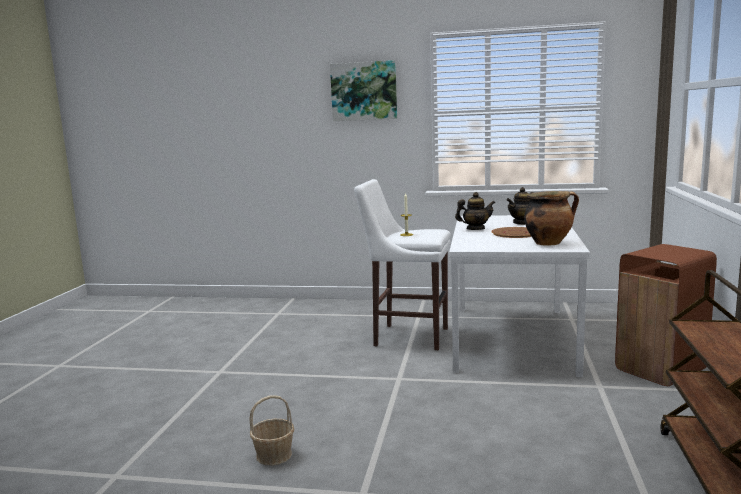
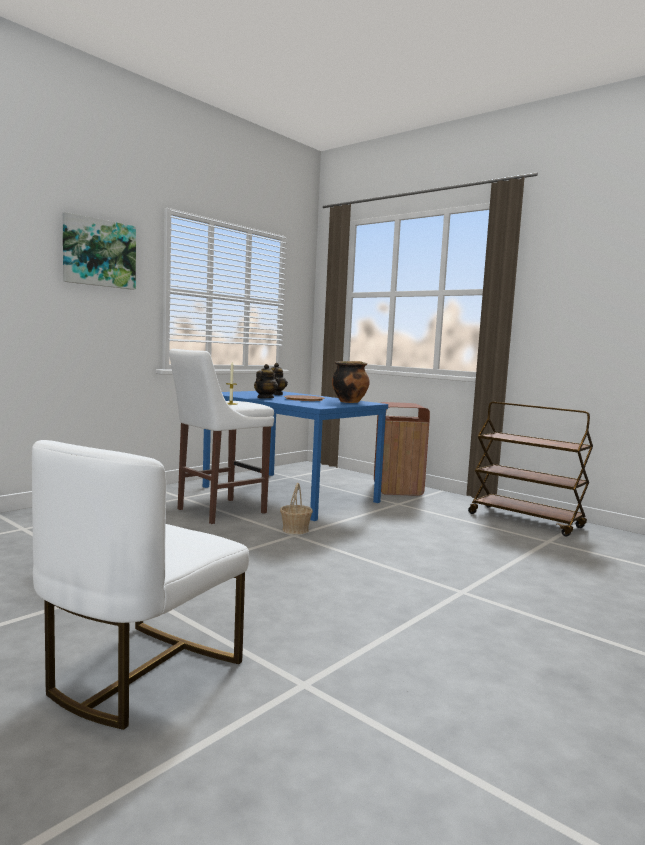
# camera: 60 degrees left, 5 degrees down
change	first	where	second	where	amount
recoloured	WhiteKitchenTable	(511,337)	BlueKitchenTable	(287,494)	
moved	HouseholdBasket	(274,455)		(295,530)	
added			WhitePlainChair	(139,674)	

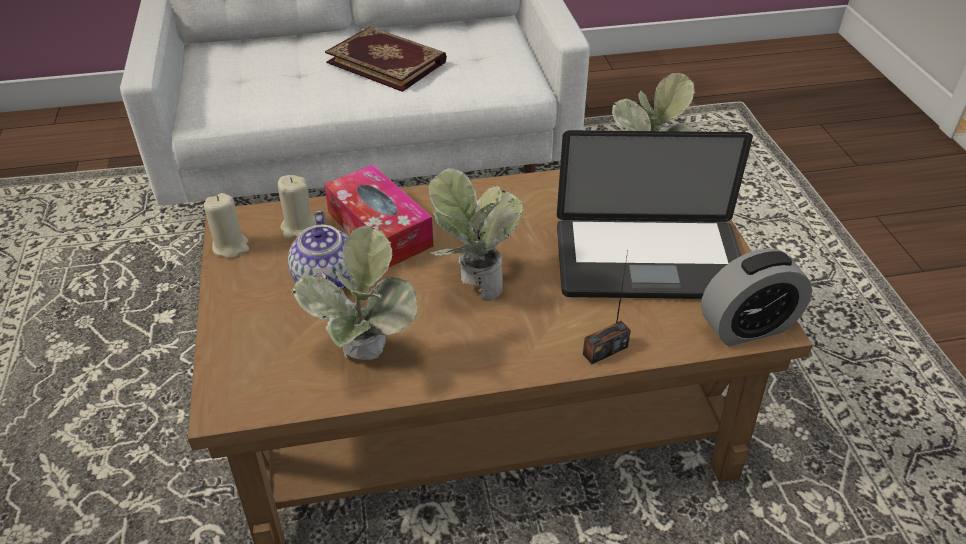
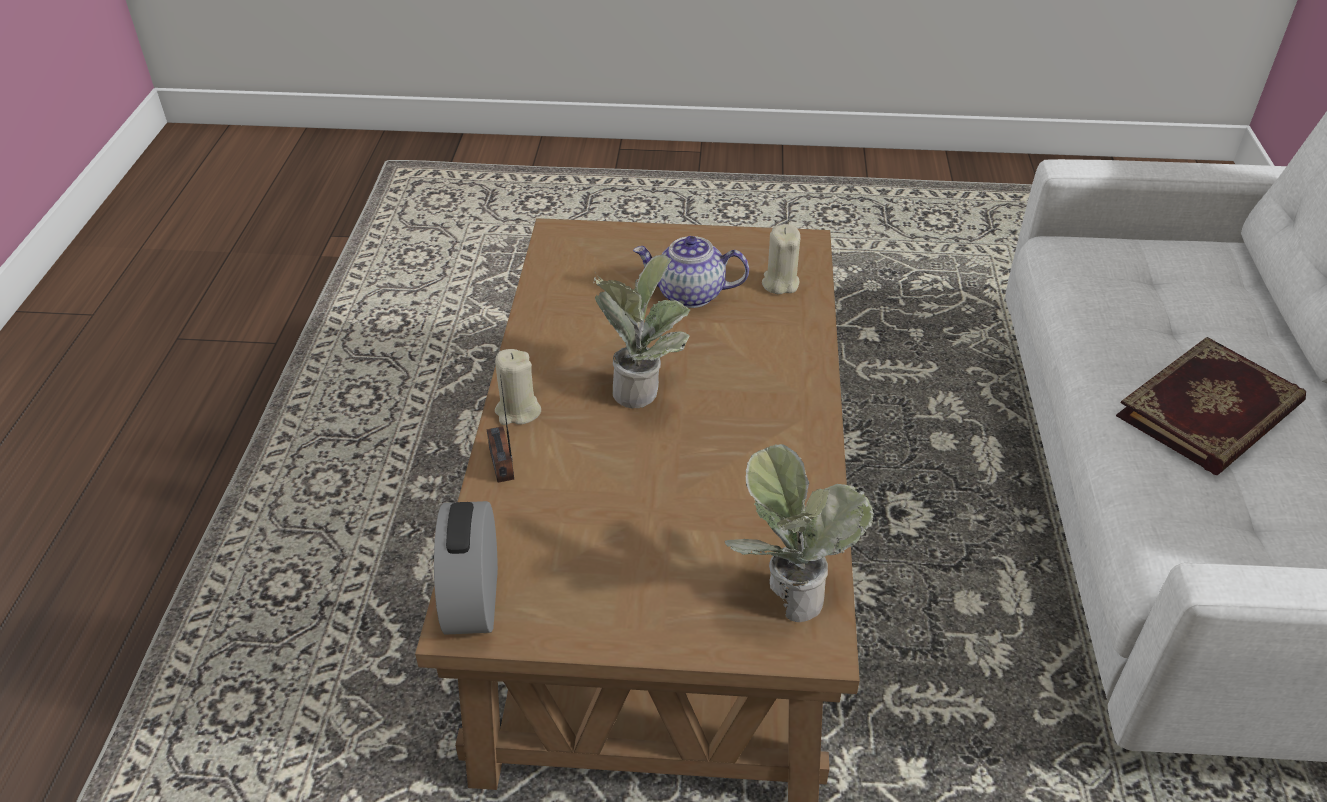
# camera: 105 degrees right, 0 degrees up
change	first	where	second	where	amount
removed	NotebookComputer	(648,261)			
removed	TissueHolder	(379,229)			
moved	SandColouredWaxLight	(231,246)		(518,411)	
removed	PlantInAPot	(365,361)			

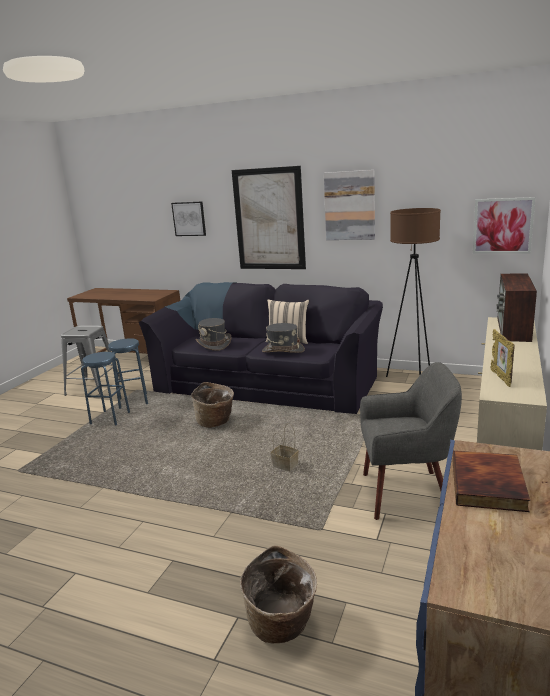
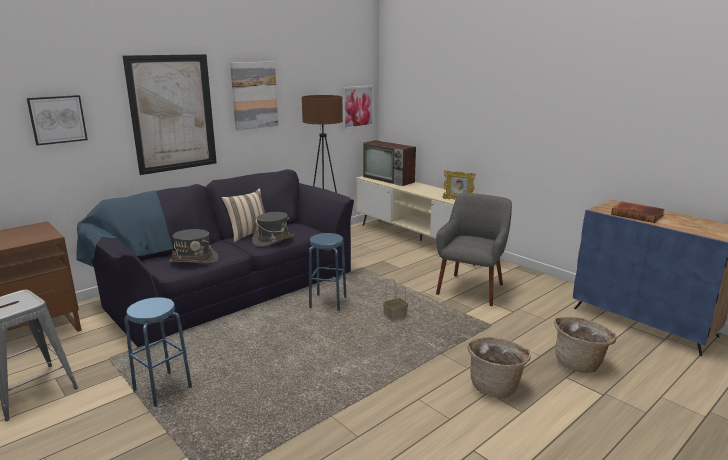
# camera: 65 degrees left, 0 degrees up
change	first	where	second	where	amount
moved	BlueSittingStool	(133,401)		(328,303)	
moved	HouseholdBasket	(215,422)		(495,386)	

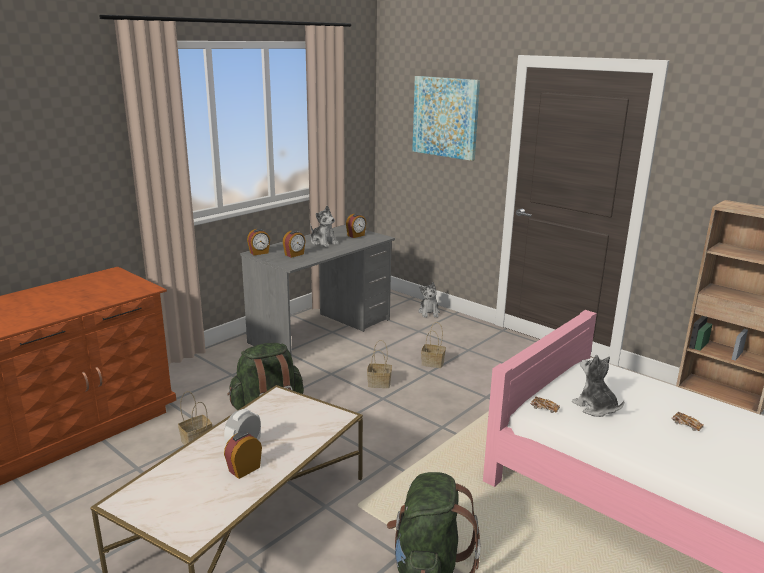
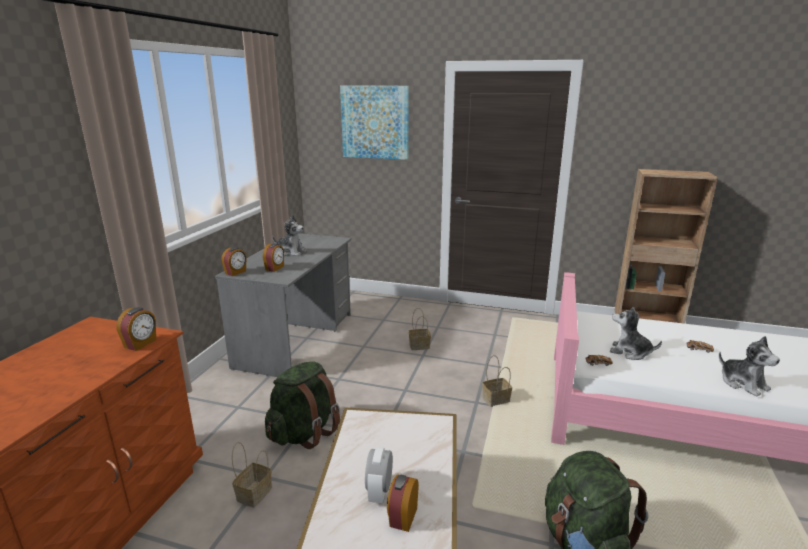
# camera: 25 degrees left, 0 degrees up
change	first	where	second	where	amount
moved	AlarmClock	(356,235)		(141,344)	
moved	SoftToy	(429,312)		(743,383)	
moved	HouseholdBasket	(378,383)		(495,400)	

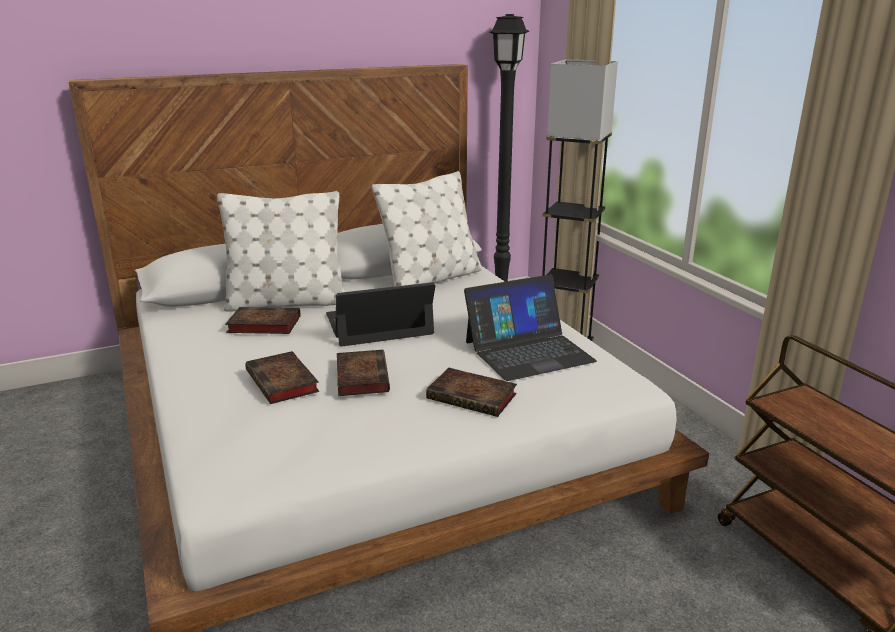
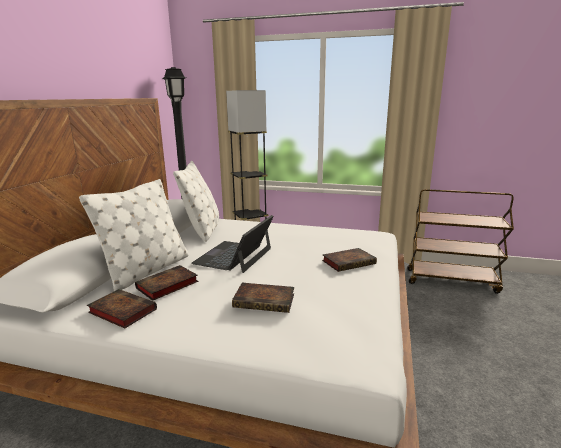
# camera: 50 degrees left, 5 degrees down
change	first	where	second	where	amount
removed	NotebookComputer	(528,351)			
moved	Book	(361,376)		(121,311)	

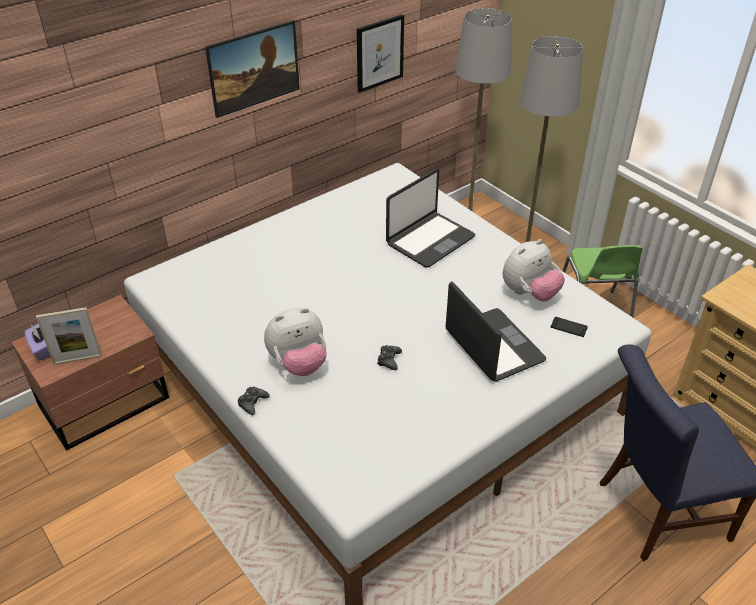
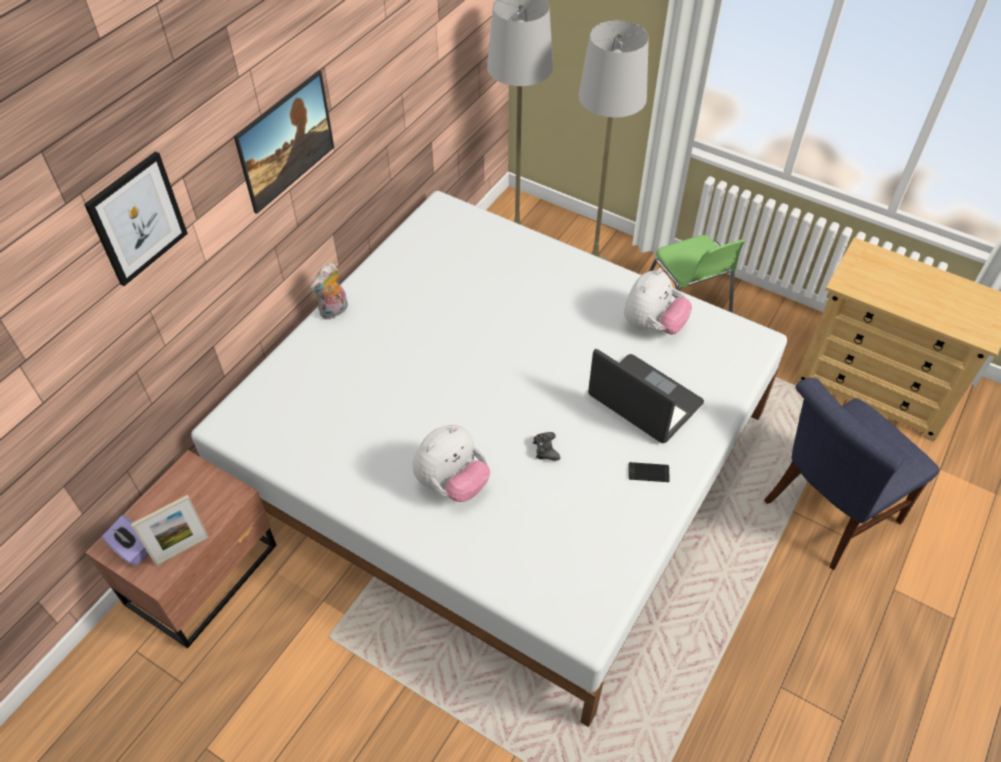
# camera: 20 degrees left, 10 degrees up
change	first	where	second	where	amount
moved	Picture	(379,53)		(137,219)	
removed	NotebookComputer	(429,240)			
moved	Phone	(569,327)		(648,472)	
removed	BlackGamepad	(252,403)			
added			SoftToy	(334,311)	

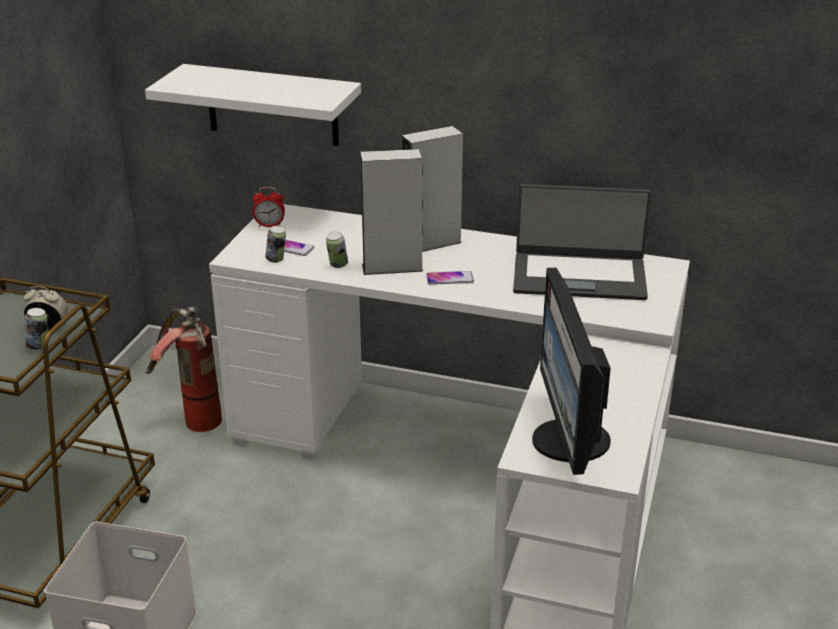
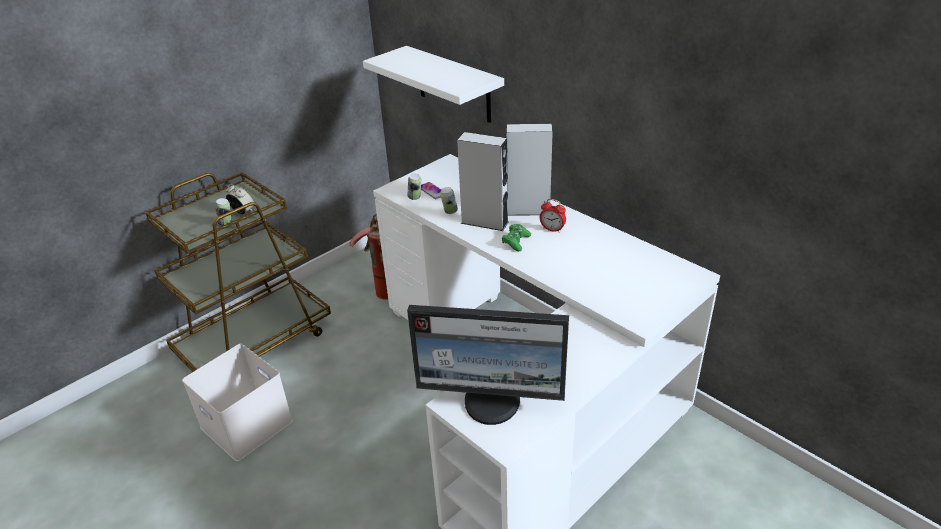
# camera: 30 degrees right, 5 degrees up
change	first	where	second	where	amount
removed	NotebookComputer	(579,276)			
moved	AlarmClock	(269,225)		(552,229)	
turned	ComputerDisplay	(568,442)		(493,402)	105 degrees counterclockwise
replaced	Phone	(449,279)	GreenColouredGamepad	(516,242)	

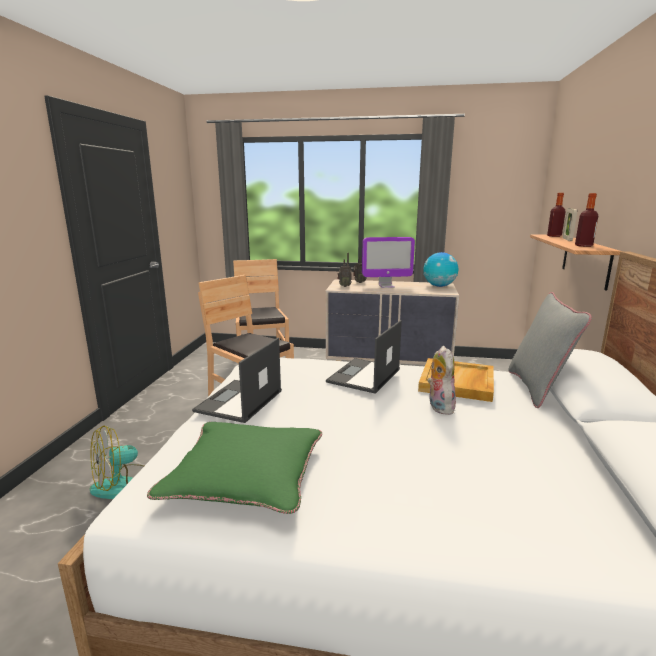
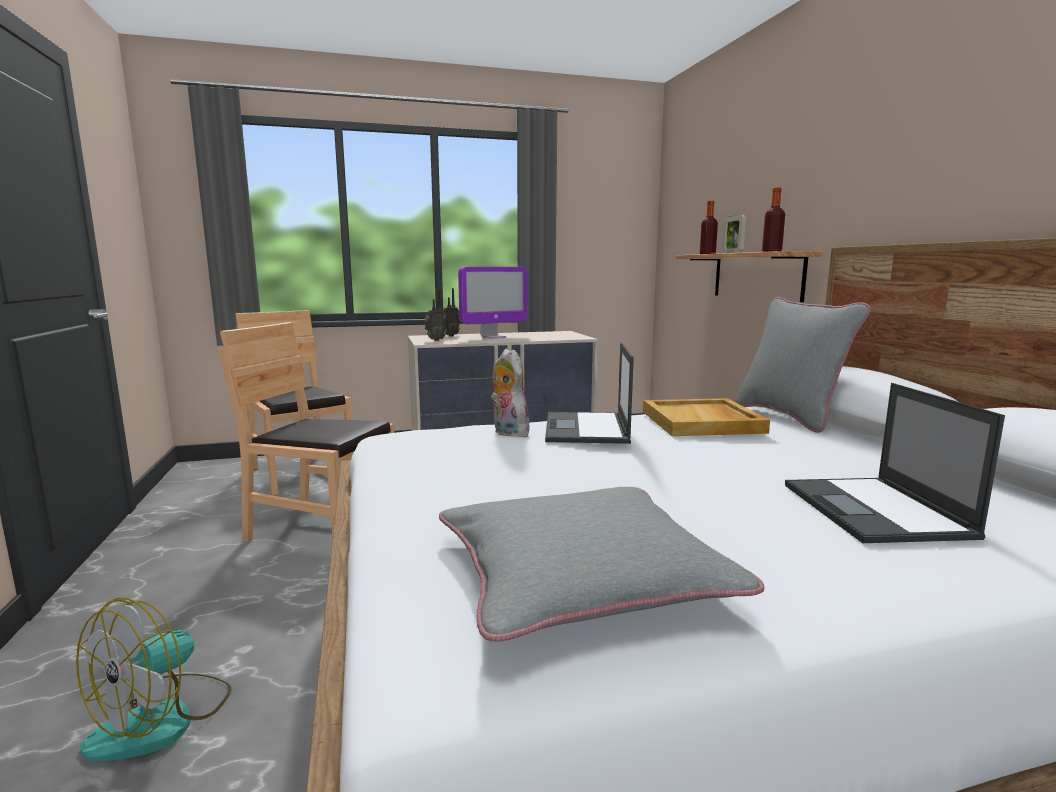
# camera: 25 degrees left, 5 degrees down
change	first	where	second	where	amount
removed	Globe	(439,286)			
moved	NotebookComputer	(239,401)		(876,510)	
moved	SoftToy	(438,406)		(507,433)	
recoloured	GreenColouredThrowPillow	(245,475)	GreyishThrowPillow	(581,574)	

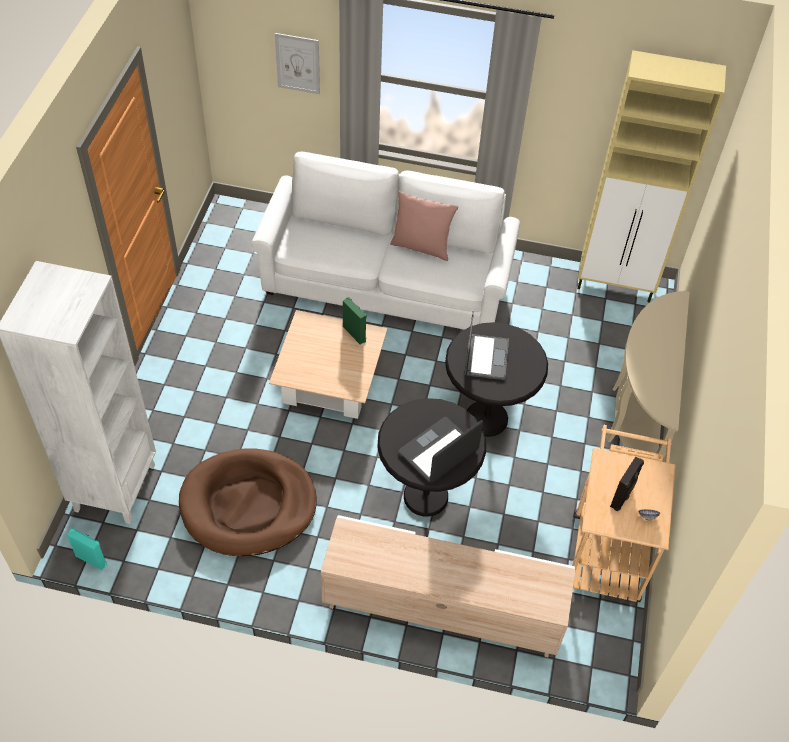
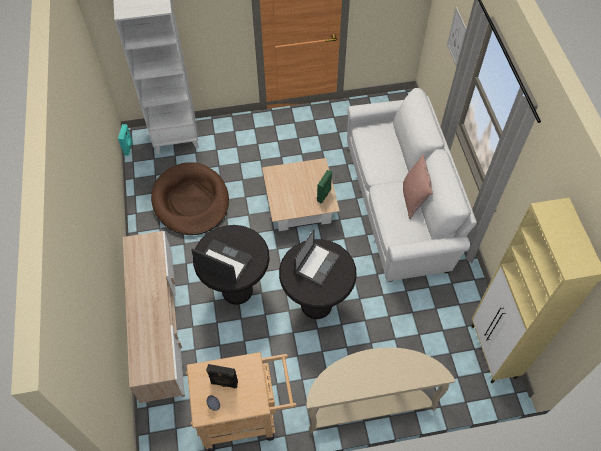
# camera: 70 degrees right, 5 degrees up
change	first	where	second	where	amount
turned	NotebookComputer	(486,356)		(317,263)	45 degrees counterclockwise

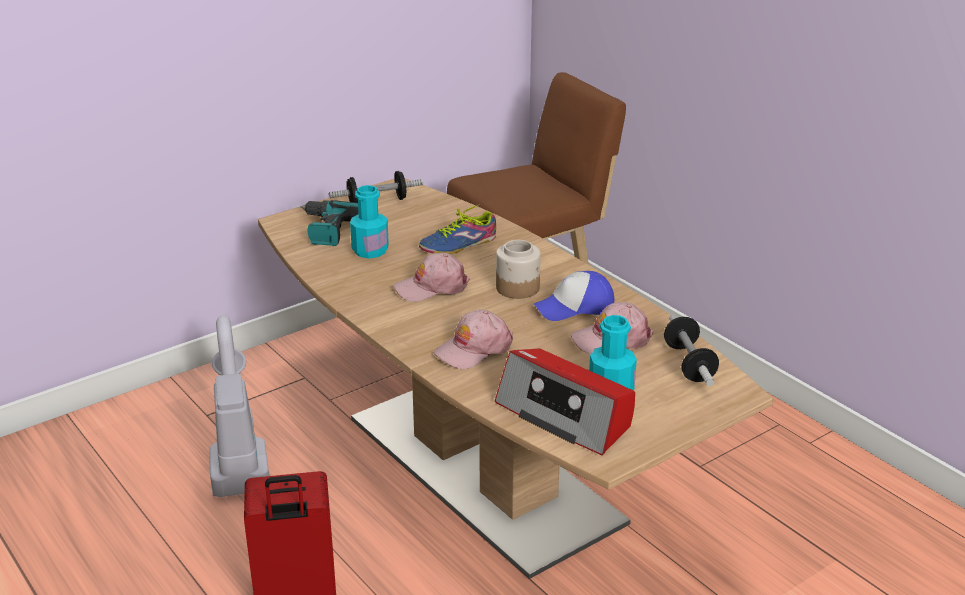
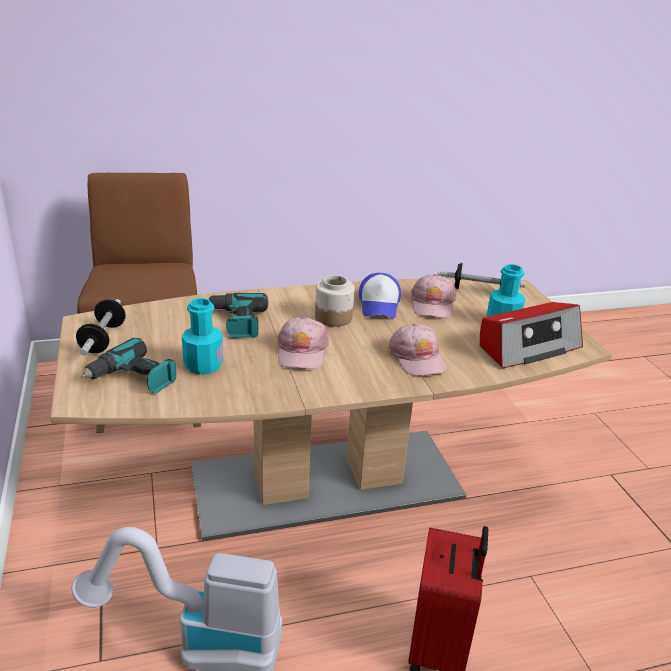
# camera: 70 degrees left, 0 degrees up
change	first	where	second	where	amount
replaced	ItemOfFootwear	(459,245)	PowerDrill	(236,322)	

